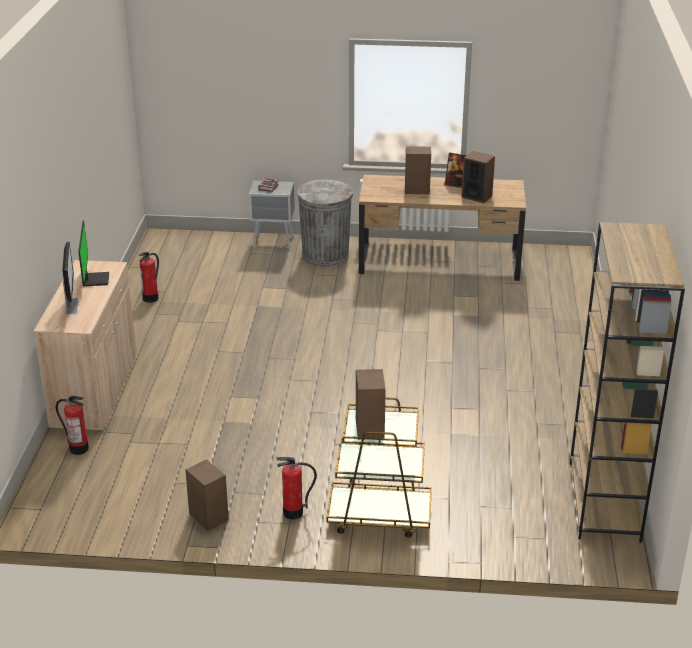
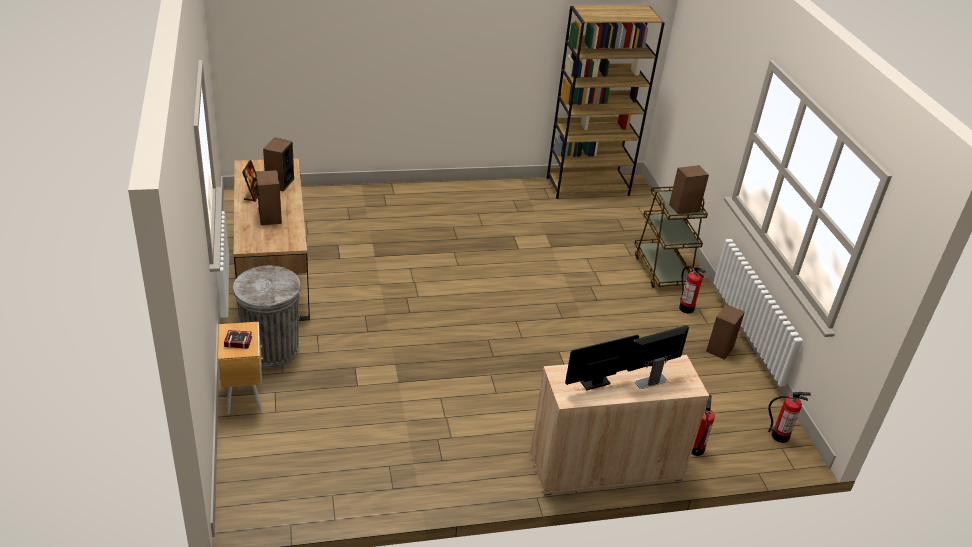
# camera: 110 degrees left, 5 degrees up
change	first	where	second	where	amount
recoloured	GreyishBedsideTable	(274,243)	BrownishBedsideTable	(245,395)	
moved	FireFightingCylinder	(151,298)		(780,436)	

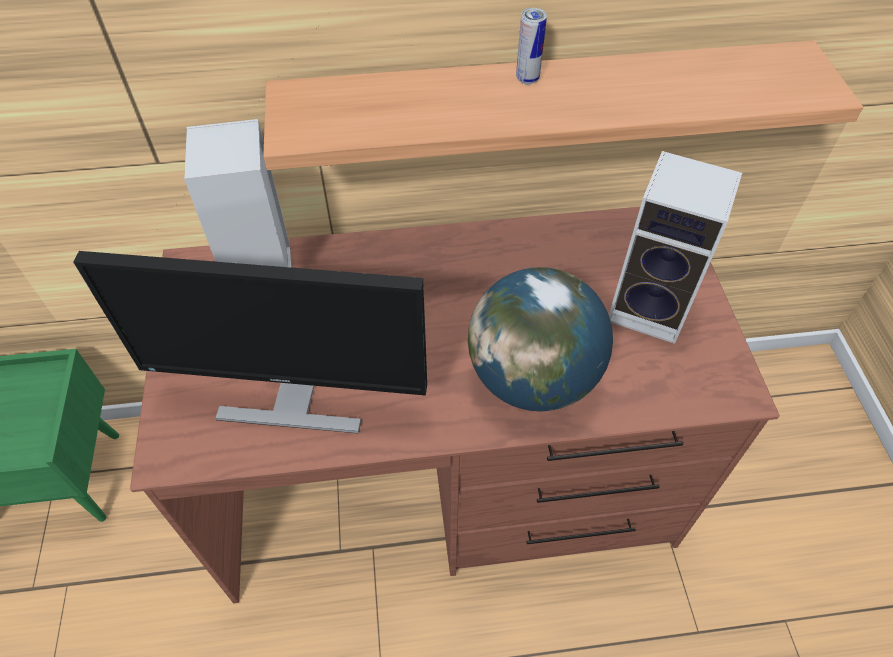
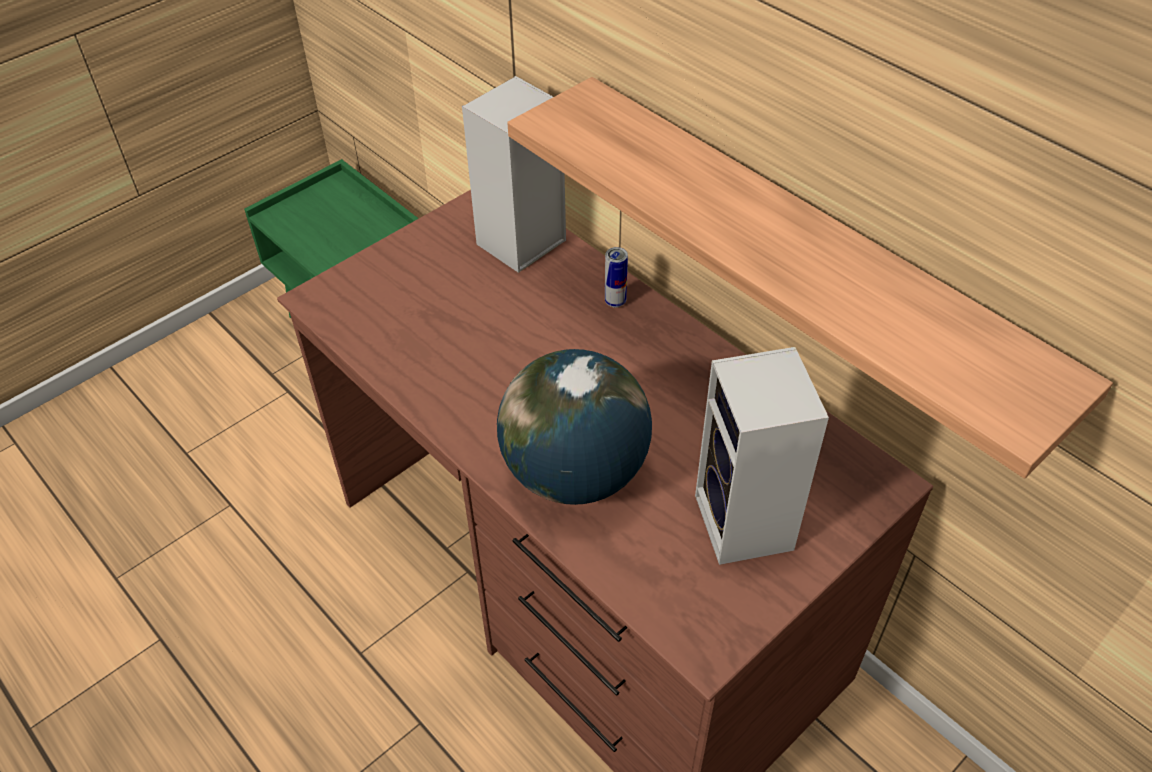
# camera: 55 degrees right, 5 degrees down
change	first	where	second	where	amount
moved	SealedCan	(527,79)		(615,301)	
removed	ComputerDisplay	(292,399)			

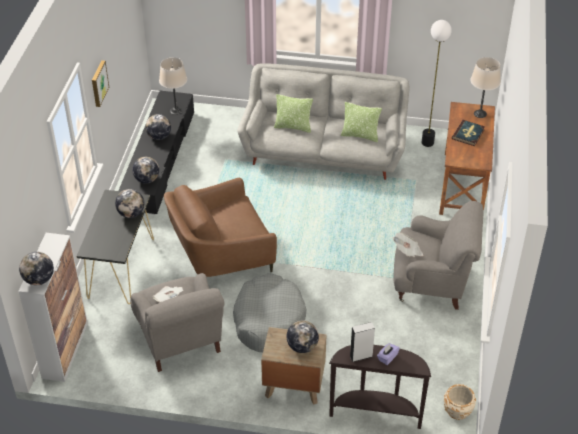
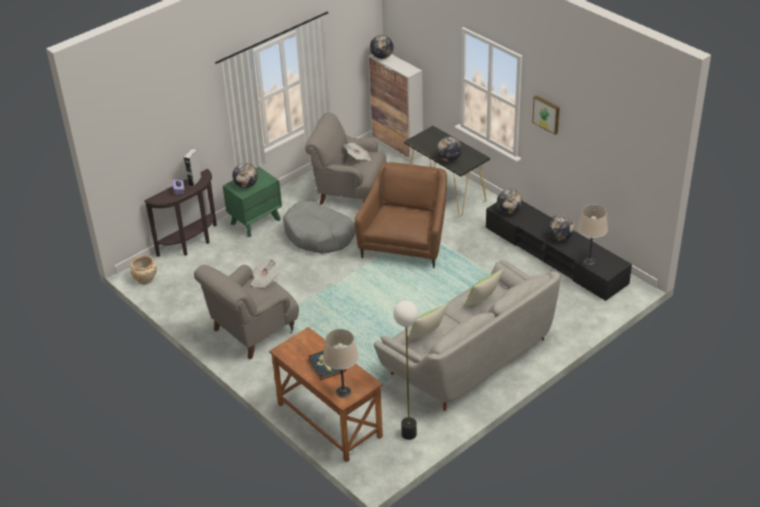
# camera: 130 degrees right, 5 degrees down
change	first	where	second	where	amount
recoloured	BrownishBedsideTable	(293,385)	GreenColouredBedsideTable	(255,221)	

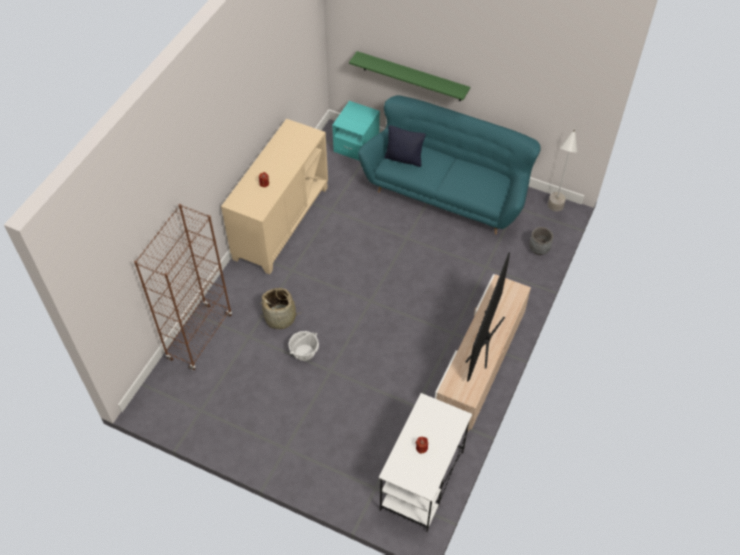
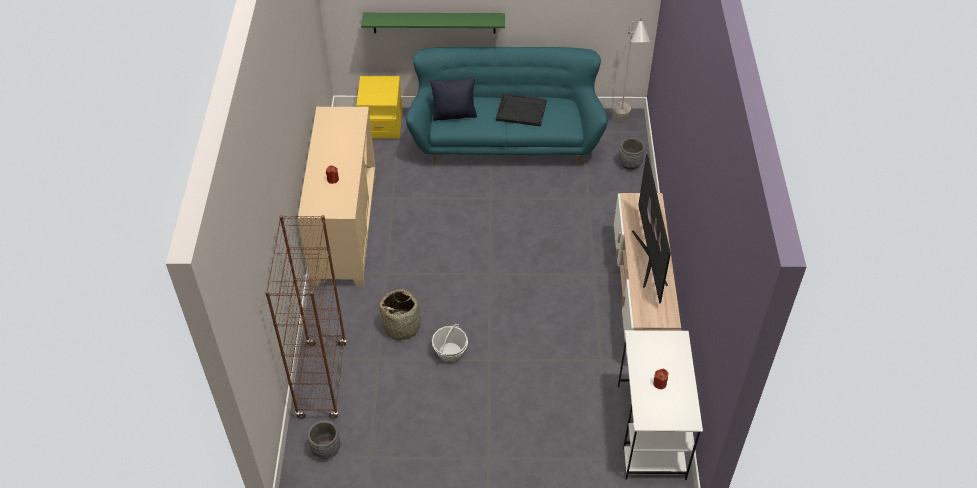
# camera: 25 degrees left, 5 degrees down
change	first	where	second	where	amount
recoloured	BlueGreenBedsideTable	(356,145)	YellowishBedsideTable	(381,124)	
added			BlackServingTray	(520,111)	
added			GreyishPlanter	(326,449)	

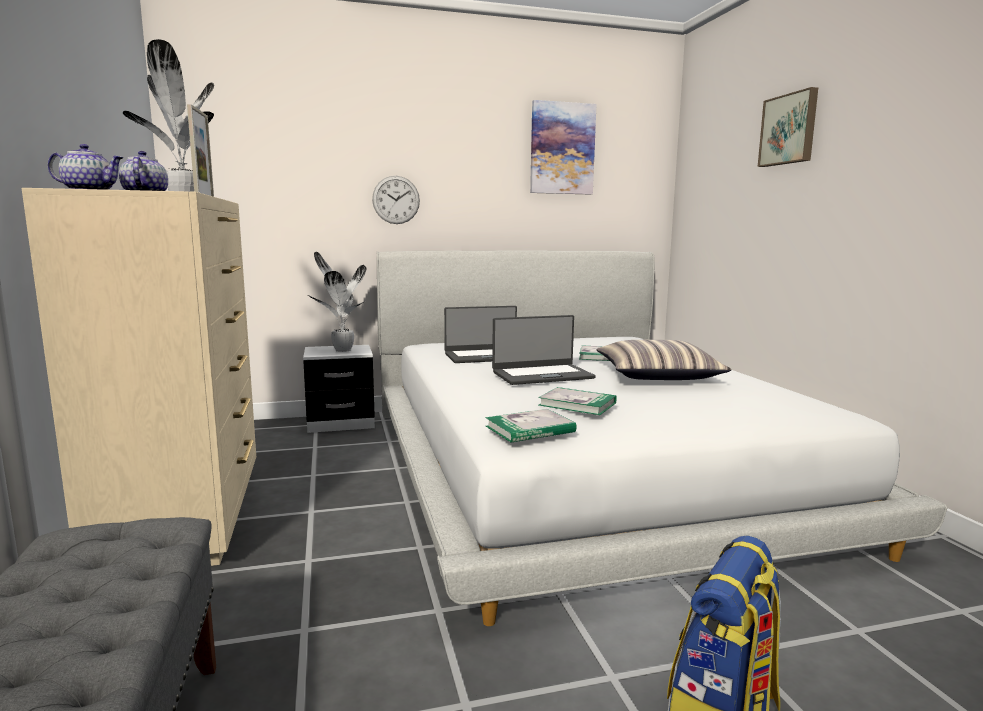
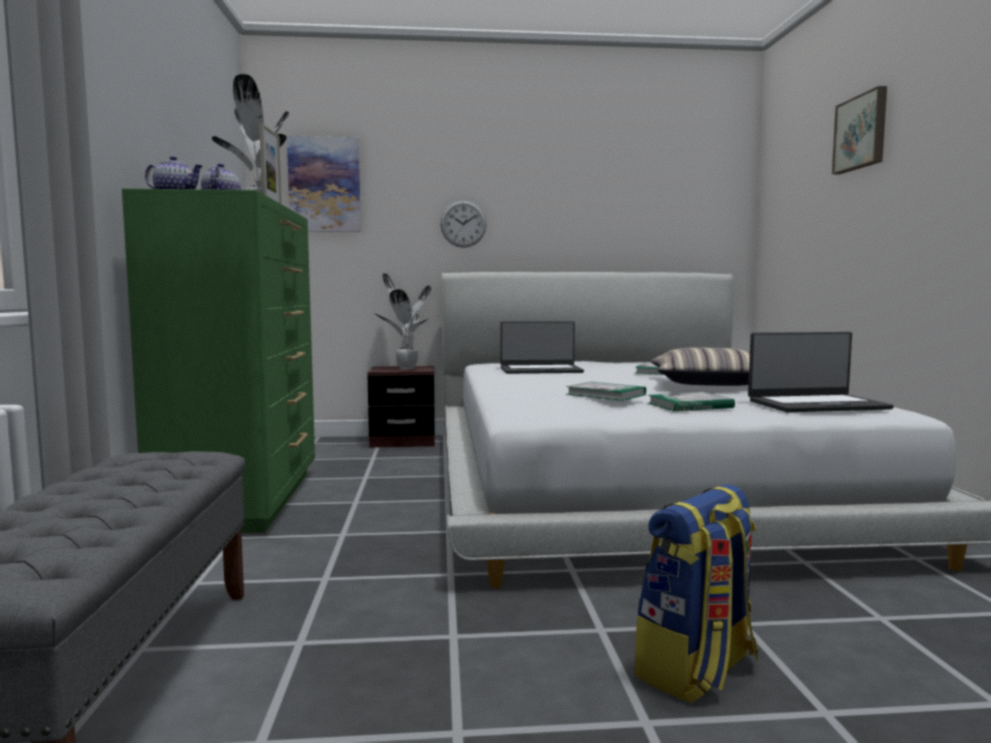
# camera: 10 degrees right, 5 degrees down
change	first	where	second	where	amount
moved	Picture	(562,148)		(324,185)	
recoloured	SandColouredDrawerChest	(188,517)	GreenColouredDrawerChest	(246,500)	
moved	NotebookComputer	(542,375)		(816,404)	
recoloured	WhiteBedsideTable	(341,423)	BrownishBedsideTable	(403,441)	
moved	Book	(530,429)		(690,405)	

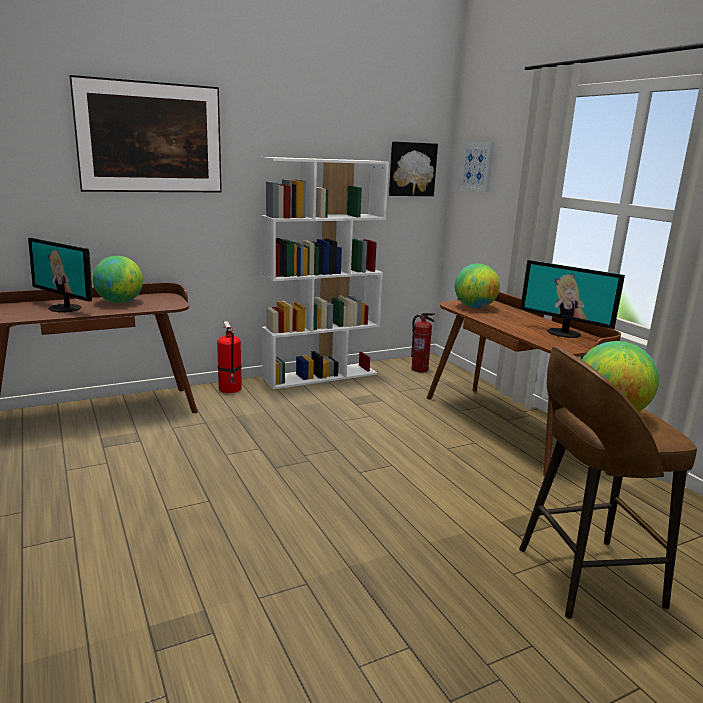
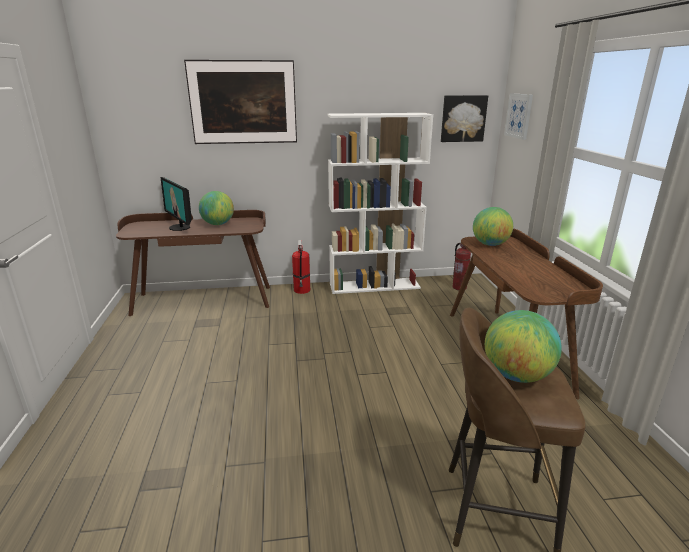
# camera: 20 degrees right, 5 degrees up
change	first	where	second	where	amount
removed	ComputerDisplay	(564,333)			

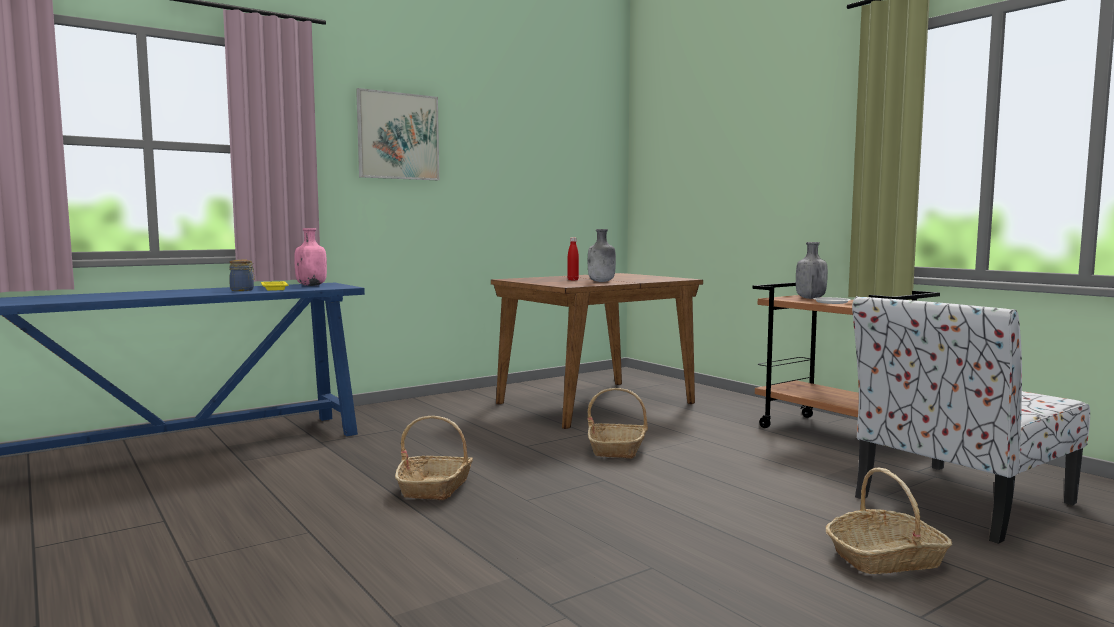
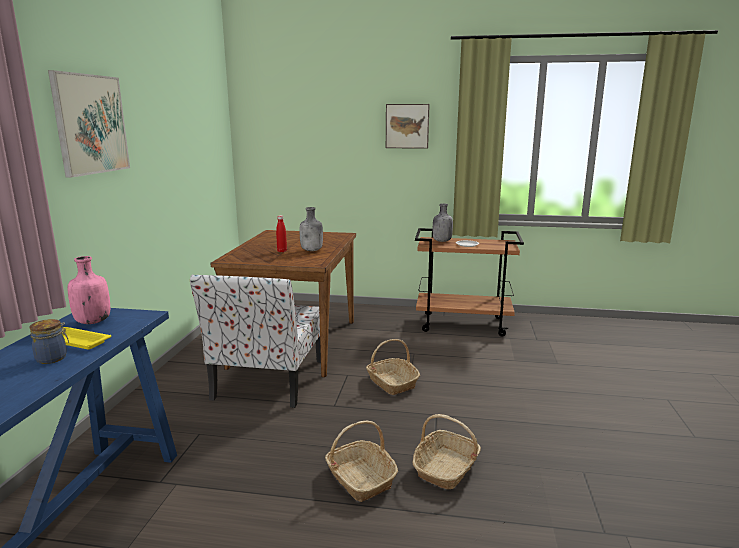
# camera: 45 degrees left, 10 degrees up
change	first	where	second	where	amount
moved	PlainChair	(960,501)		(268,380)	
moved	HouseholdBasket	(886,558)		(446,468)	
added			Picture	(407,126)	

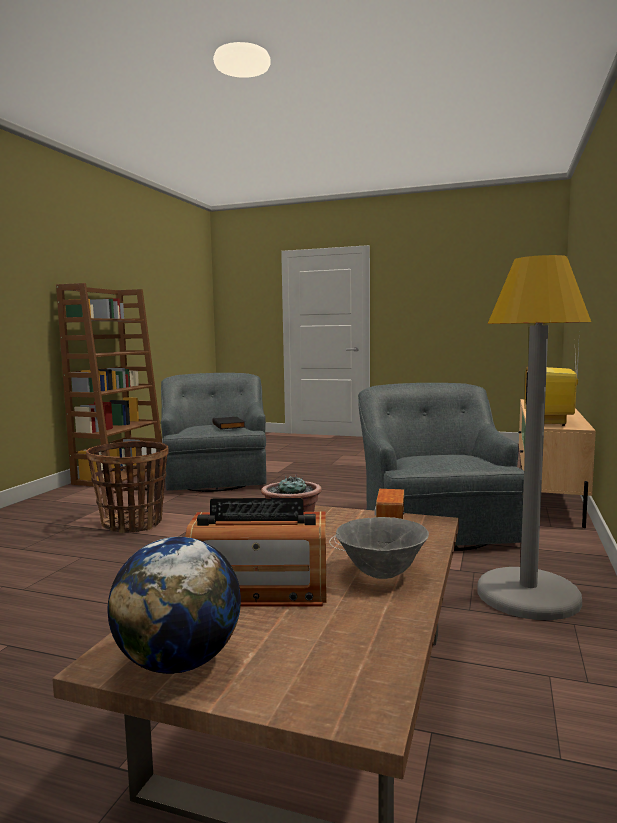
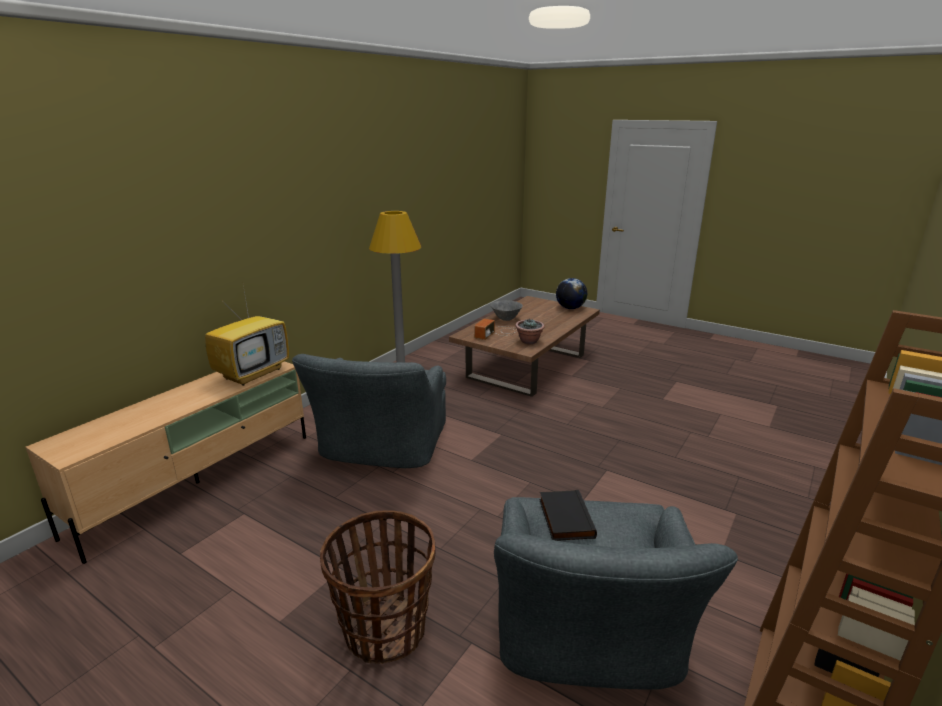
# camera: 165 degrees left, 15 degrees up
change	first	where	second	where	amount
moved	HouseholdBasket	(132,523)		(384,630)	
removed	RadioSet	(259,591)			

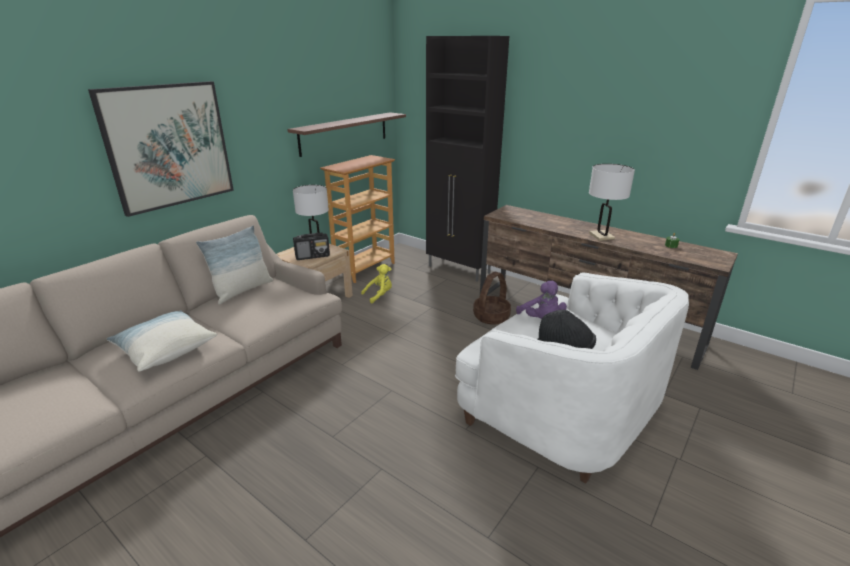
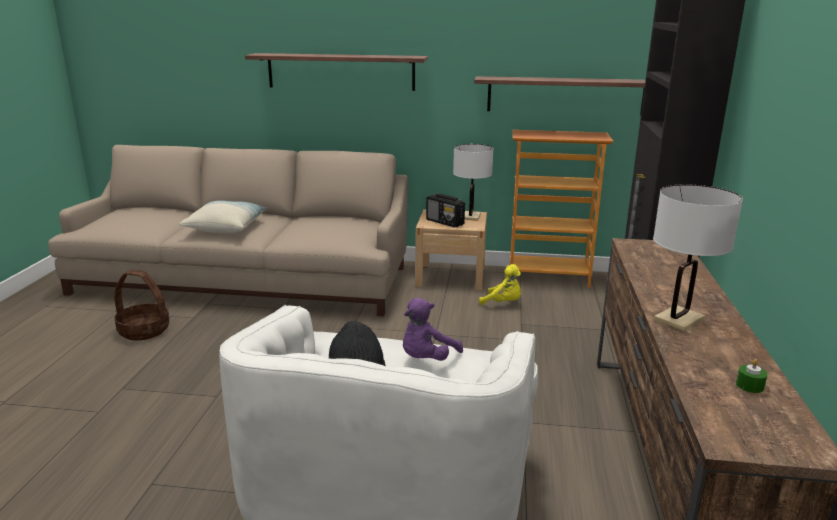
# camera: 60 degrees right, 5 degrees down
change	first	where	second	where	amount
replaced	Picture	(168,146)	Shelf	(341,71)	
removed	ThrowPillow	(242,290)			
moved	HouseholdBasket	(491,316)		(144,330)	

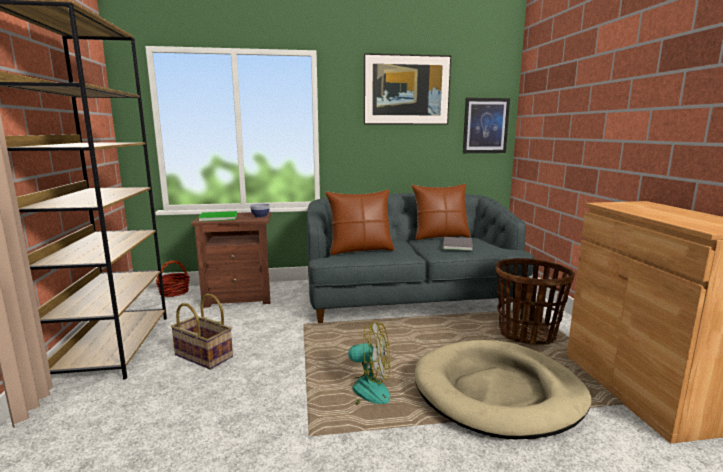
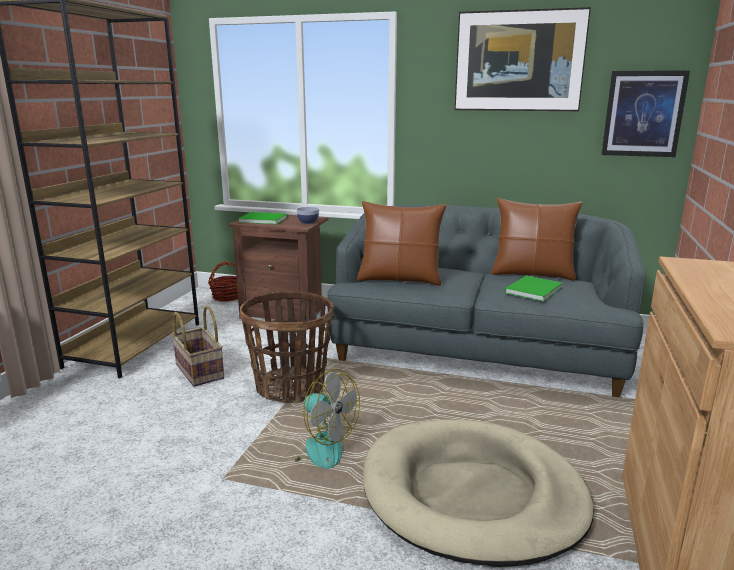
# camera: 25 degrees right, 5 degrees up
change	first	where	second	where	amount
recoloured	GreyishBook	(456,245)	GreenColouredBook	(531,290)	
moved	HouseholdBasket	(527,334)		(291,388)	

